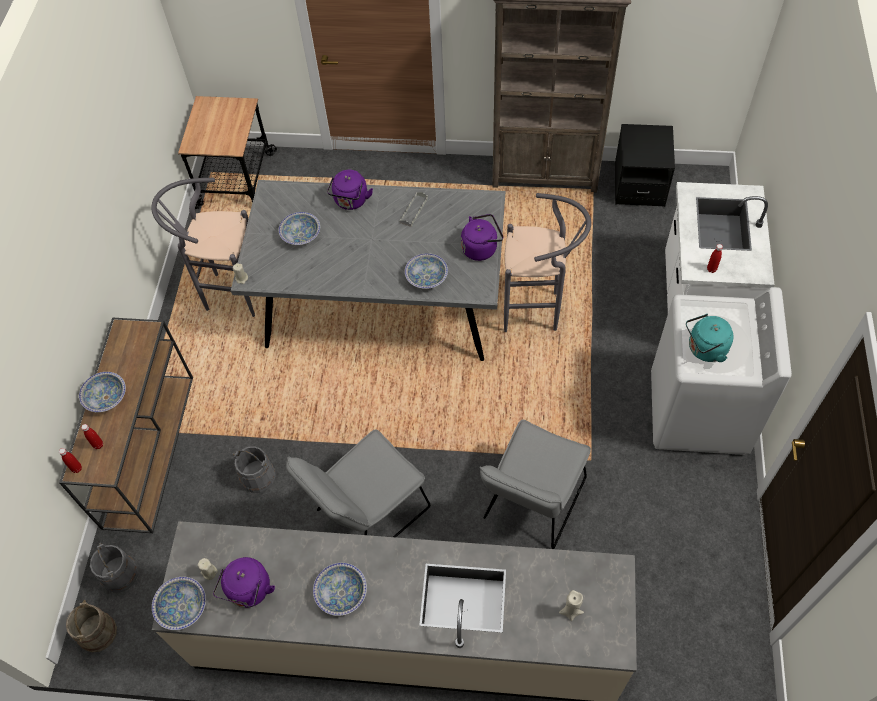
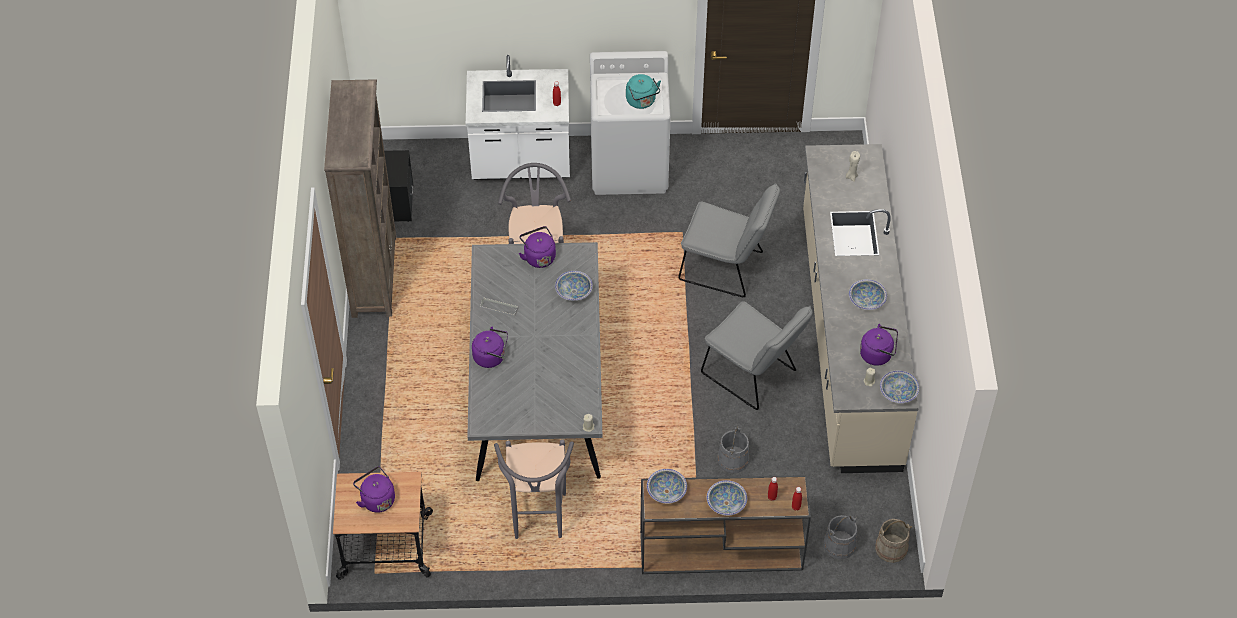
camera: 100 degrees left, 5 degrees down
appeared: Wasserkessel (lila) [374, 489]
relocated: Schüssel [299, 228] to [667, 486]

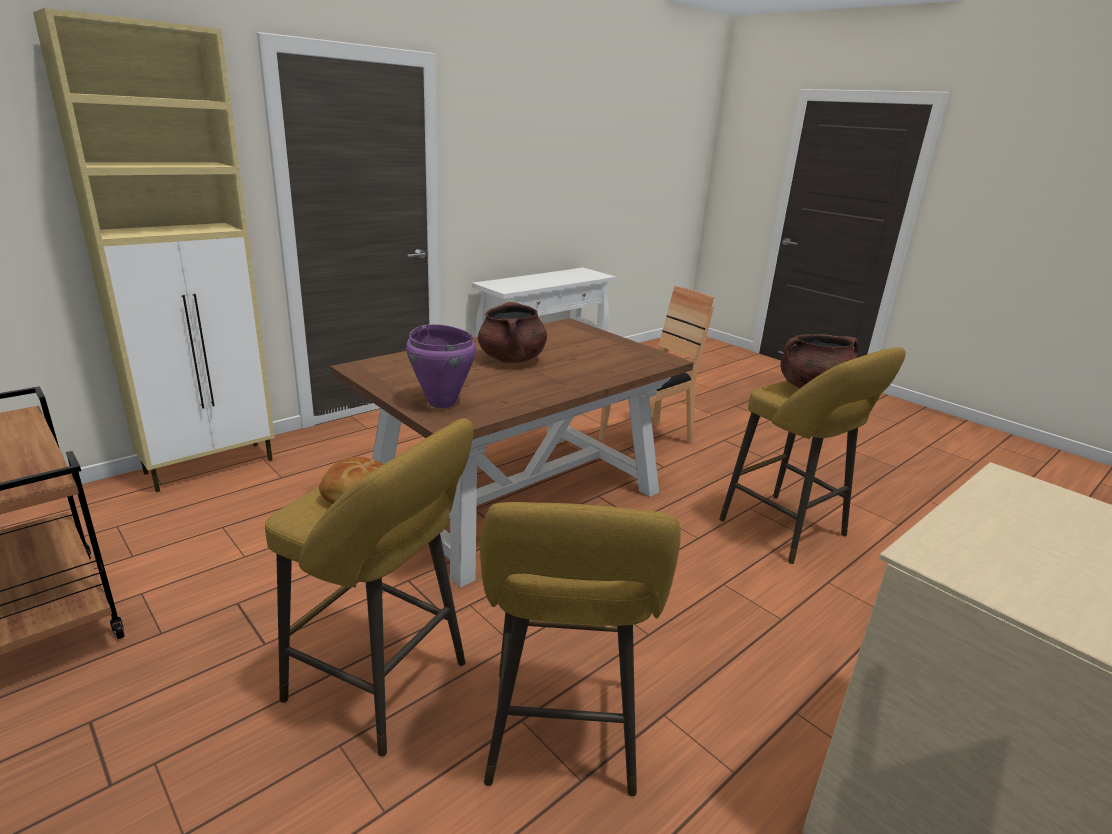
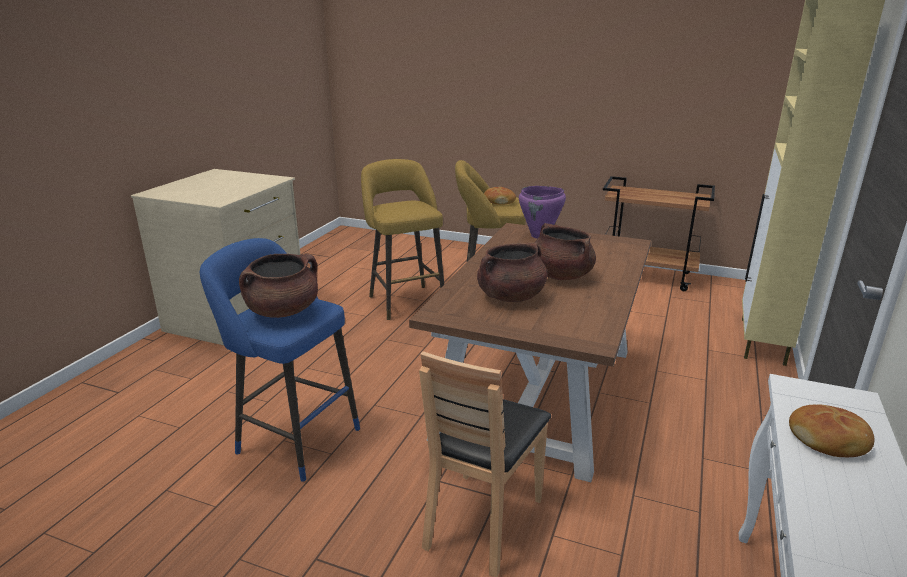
camera: 155 degrees right, 0 degrees up
appeared: Kochtopf (braun) [512, 272]; Brot [831, 430]
colour: Hocker (gelb) [812, 455] to Hocker (blau) [280, 360]

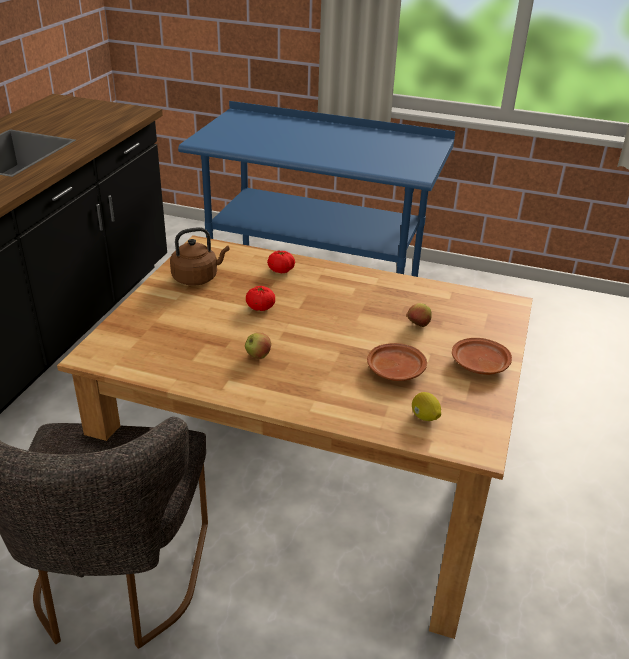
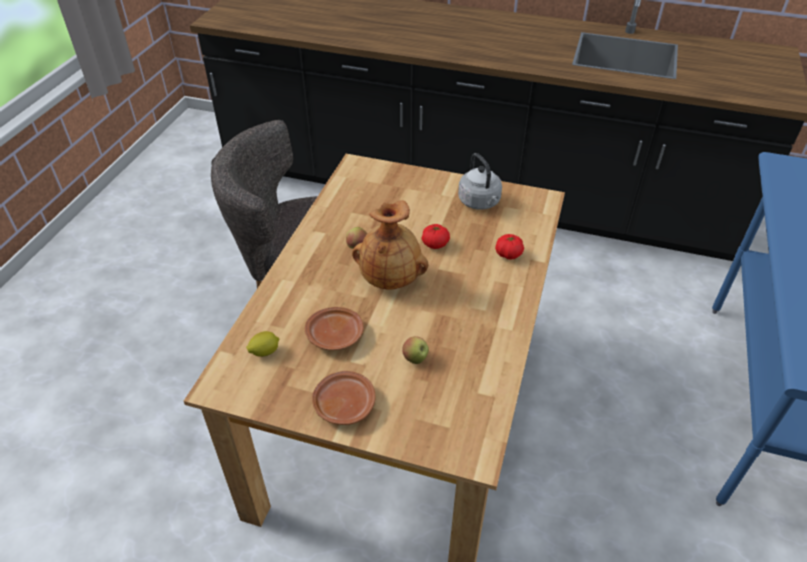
camera: 90 degrees right, 10 degrees up
appeared: Vase (braun) [390, 245]
colour: Wasserkessel (braun) [199, 256] to Wasserkessel (grau) [480, 181]

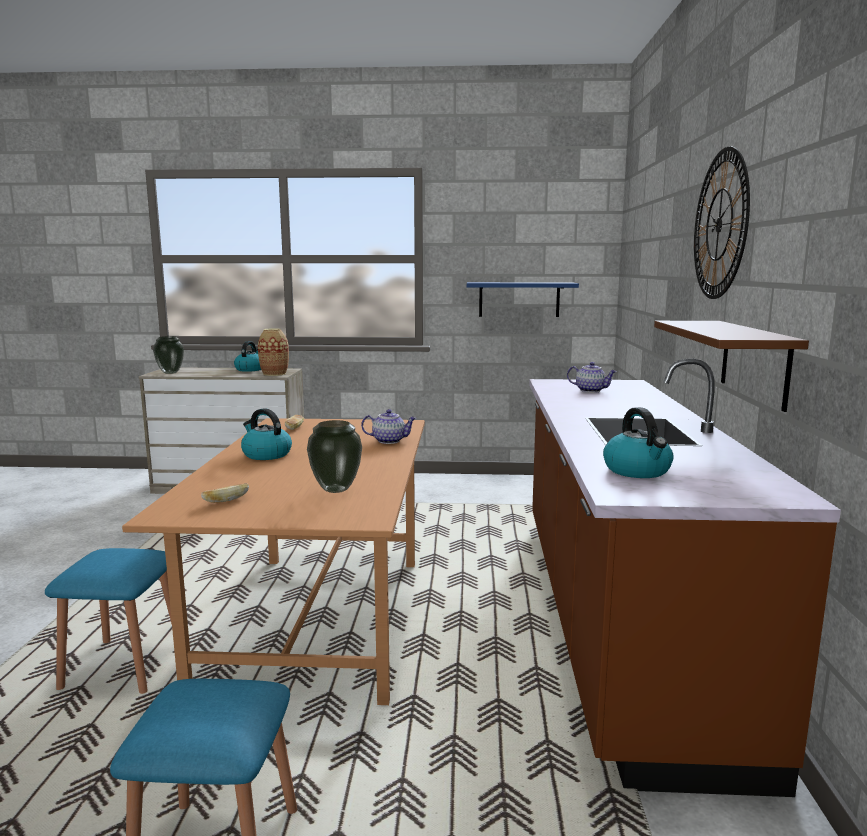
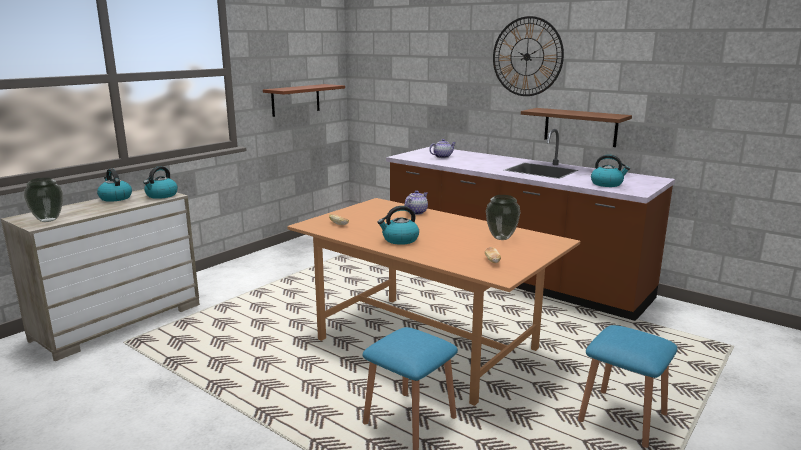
camera: 55 degrees left, 5 degrees up
exchanged: Vase [273, 352] to Wasserkessel [160, 182]
colour: Wandregal (blau) [523, 299] to Wandregal (braun) [304, 100]

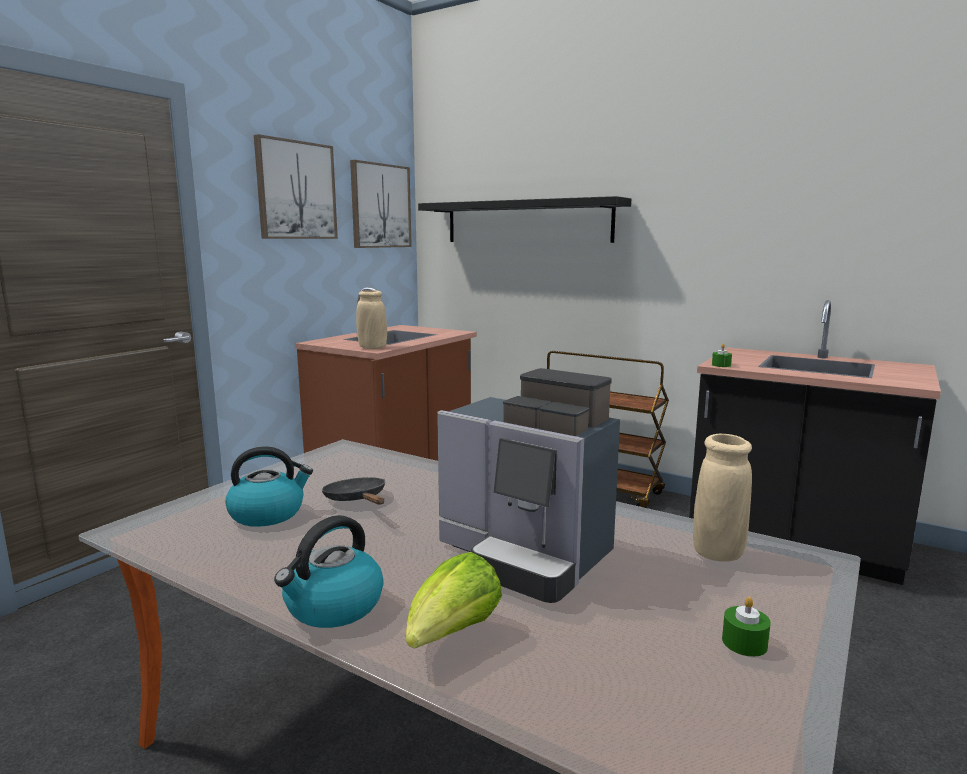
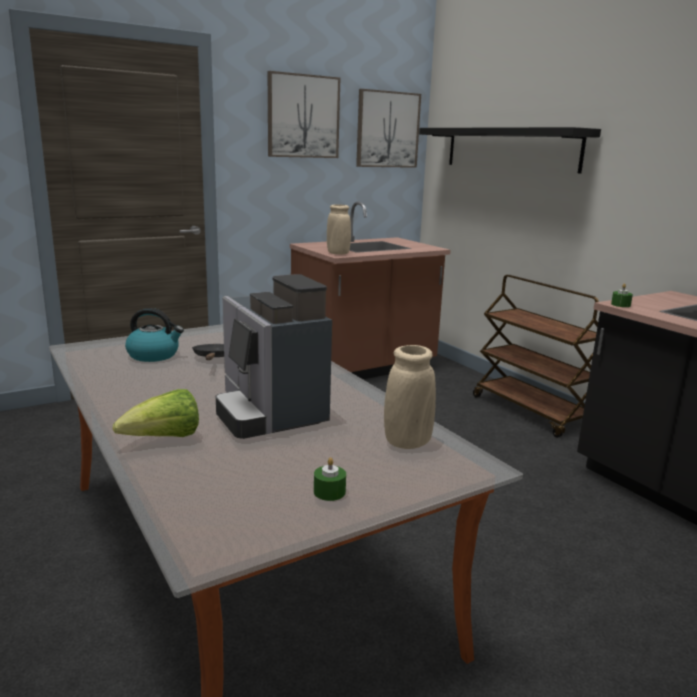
camera: 25 degrees right, 5 degrees up
missing: Wasserkessel [329, 571]

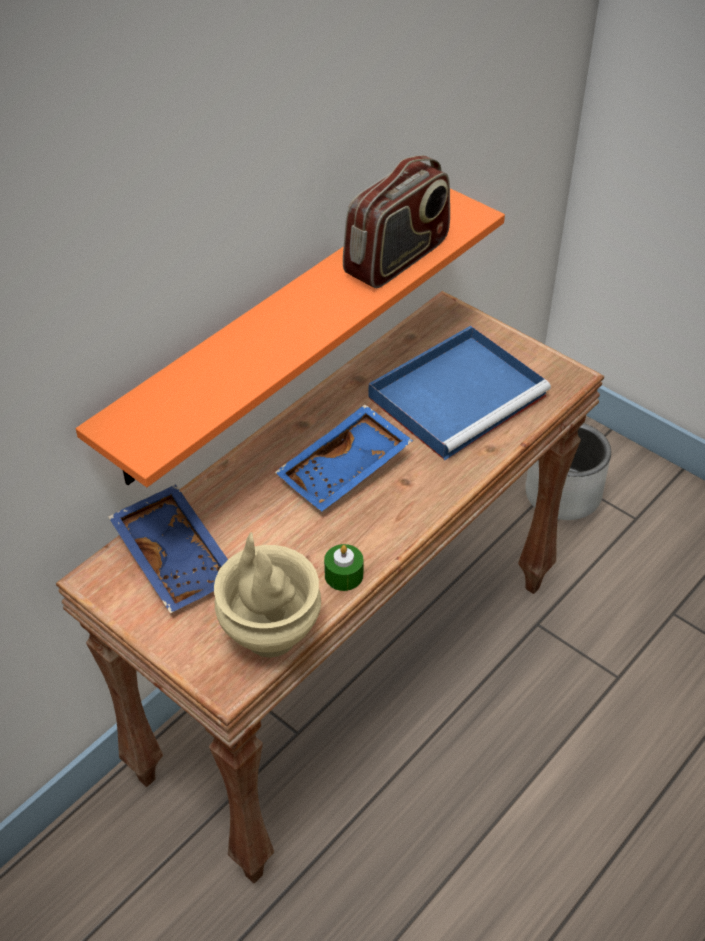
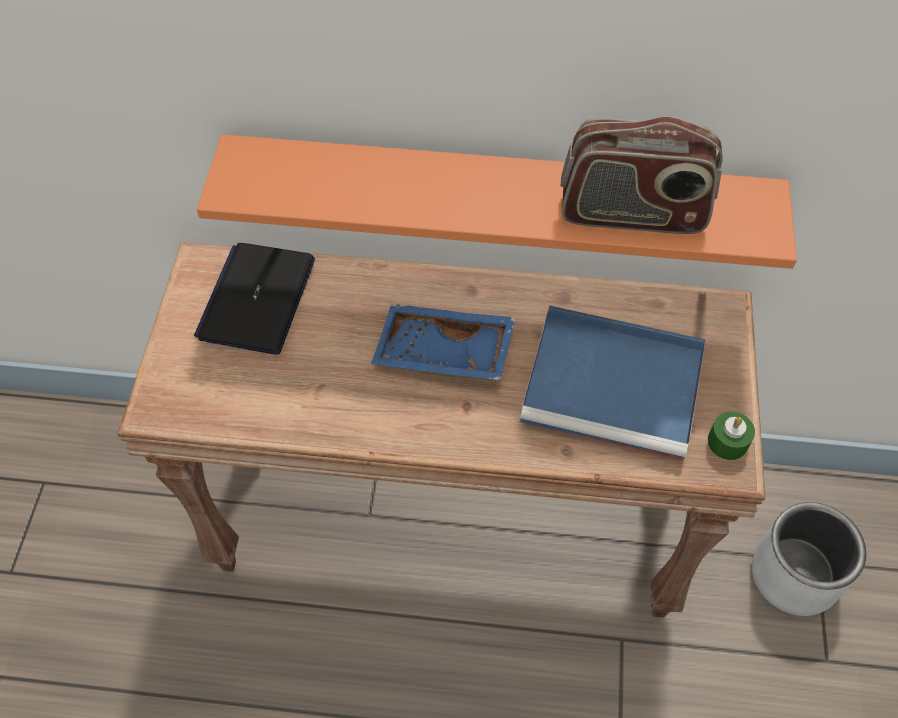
camera: 55 degrees right, 10 degrees up
missing: Vase (beige) [267, 595]
relocated: Kerze (grün) [344, 567] to [731, 435]
exchanged: Tablett (blau) [168, 549] to Laptop [254, 299]

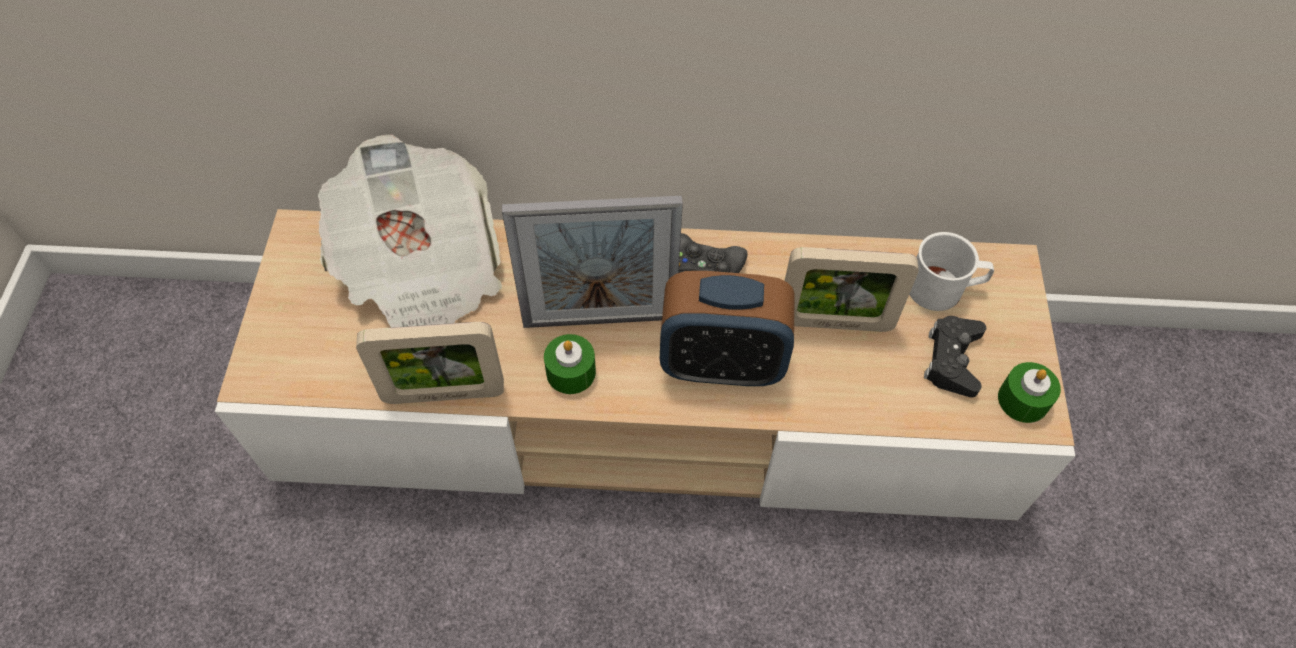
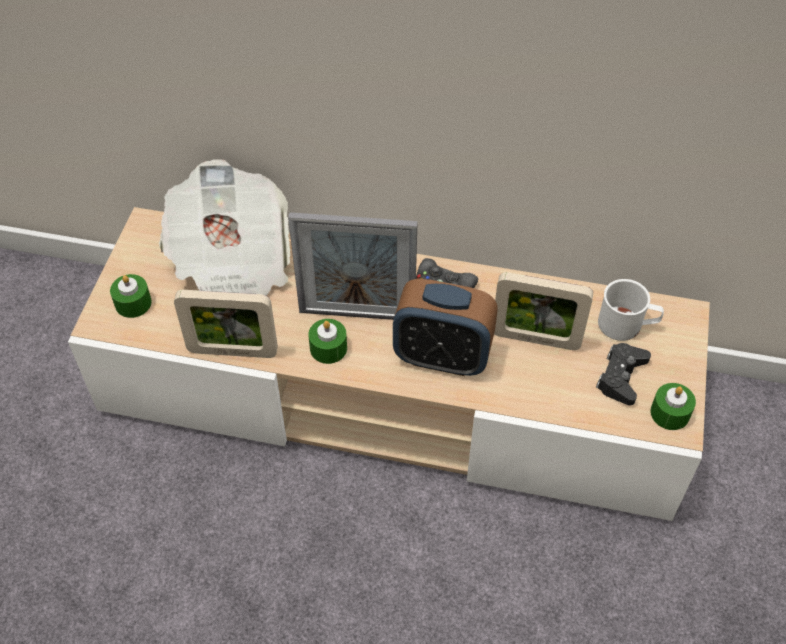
camera: 10 degrees right, 5 degrees down
appeared: Kerze (grün) [131, 296]

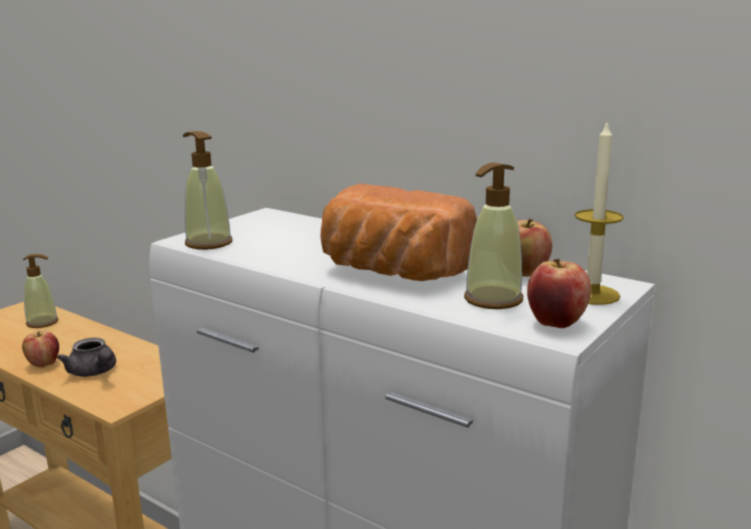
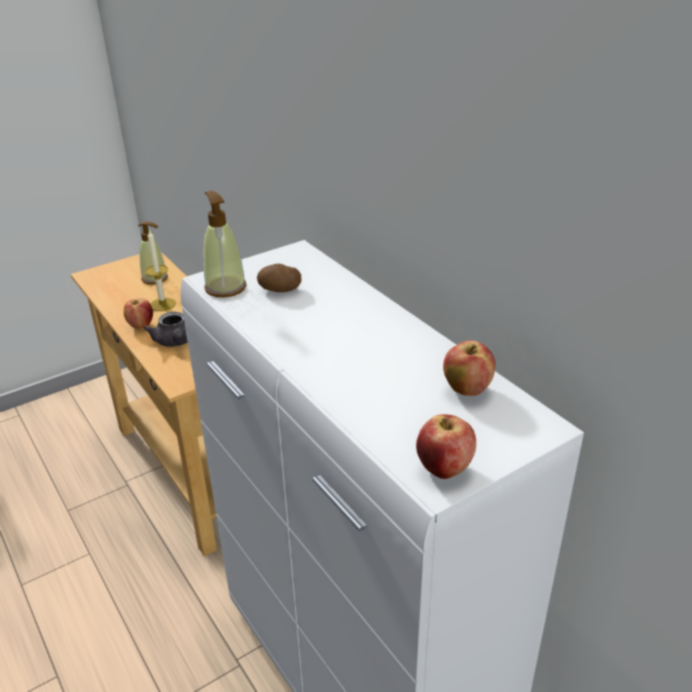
camera: 20 degrees right, 15 degrees up
missing: Seifenspender [493, 236]; Brot [399, 232]
appeared: Kartoffel [279, 277]
relocated: Kerze [599, 212] to [160, 270]

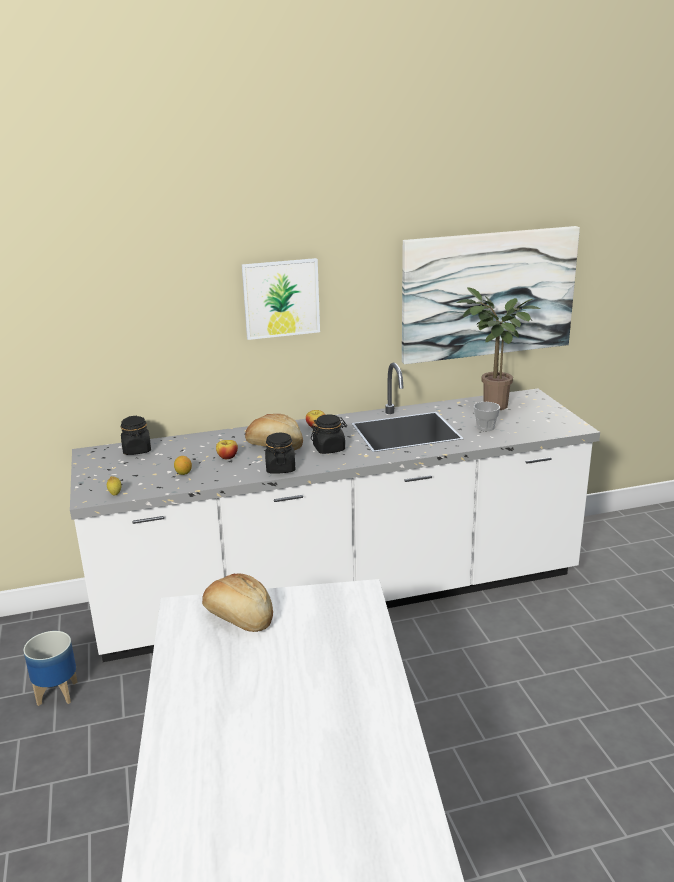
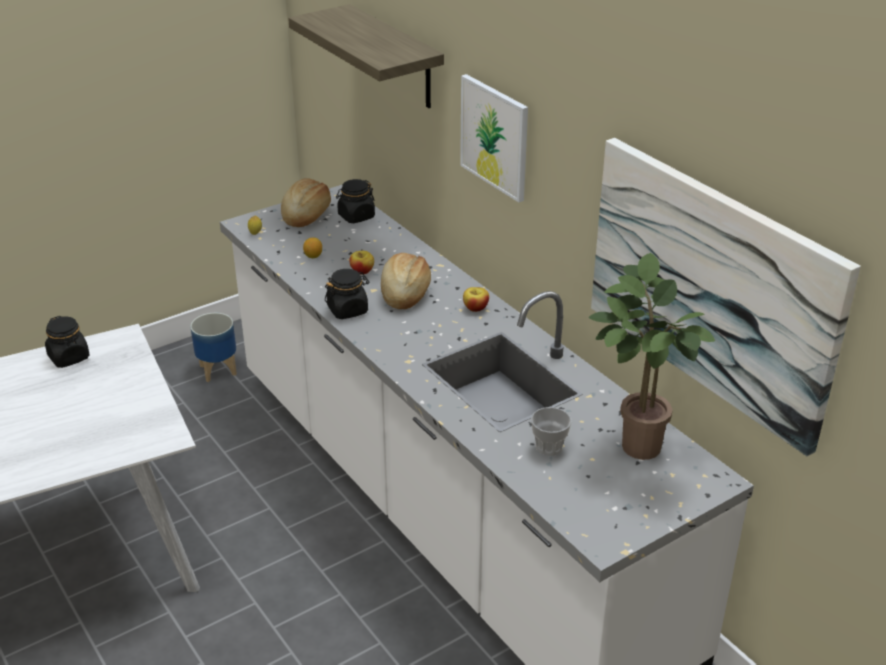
camera: 70 degrees right, 10 degrees up
appeared: Wandregal [366, 56]
relocated: Vorratsglas (schwarz) [329, 434] to [67, 342]; Brot [237, 603] to [306, 202]

